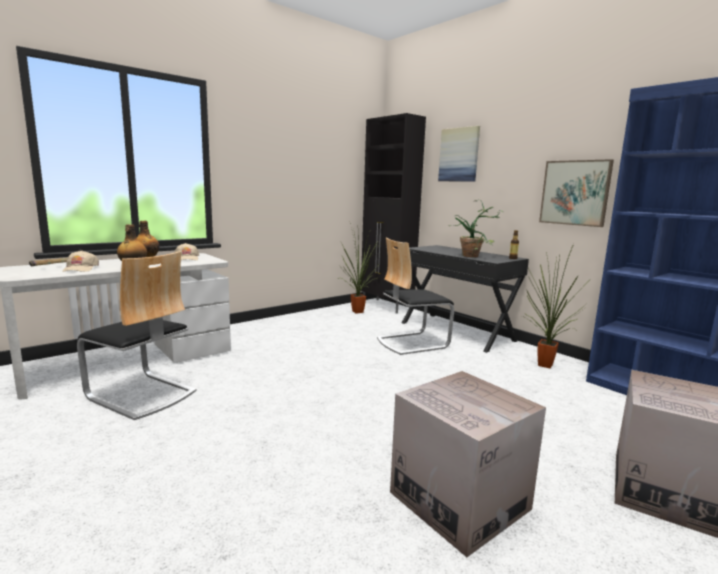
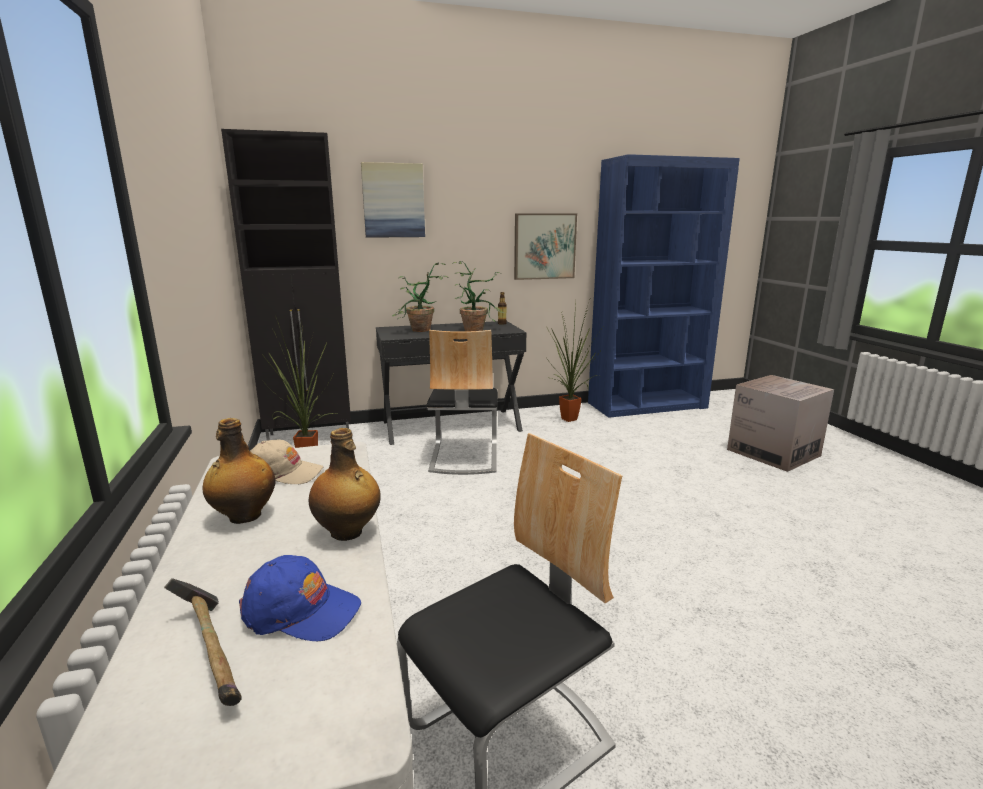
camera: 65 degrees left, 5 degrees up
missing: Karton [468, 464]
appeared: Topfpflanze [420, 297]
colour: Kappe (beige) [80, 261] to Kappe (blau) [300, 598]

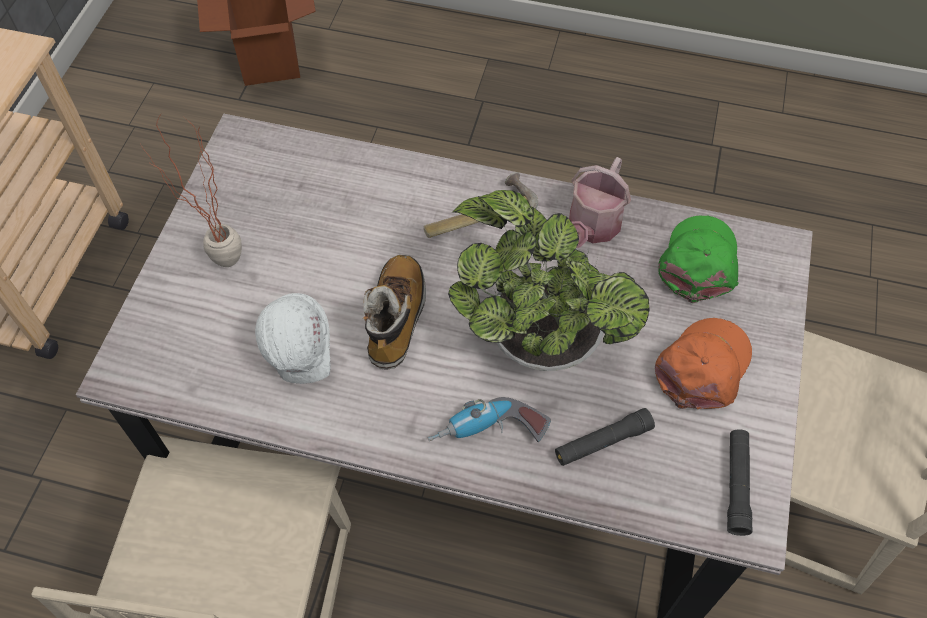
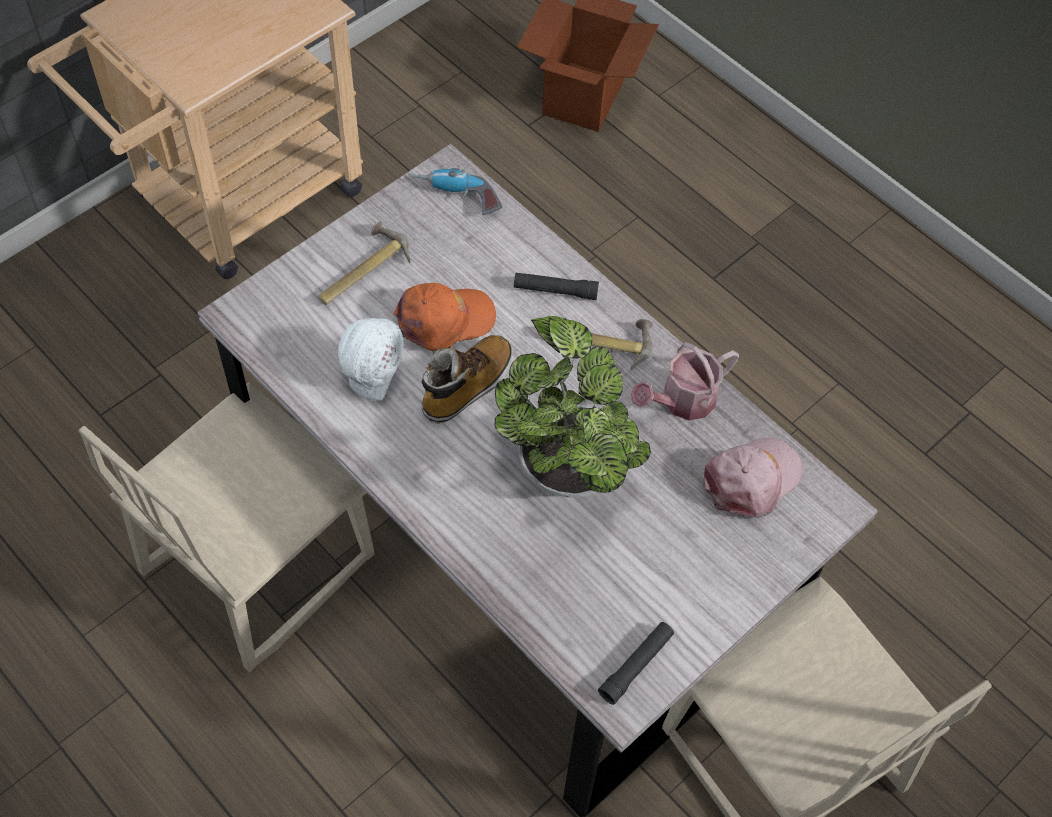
camera: 30 degrees right, 0 degrees up
relocated: Kappe (orange) [703, 363] to [445, 317]; Bohrmaschine [489, 419] to [457, 191]; Taschenlampe (schwarz) [605, 437] to [556, 286]
exchanged: Topfpflanze [191, 190] to Hammer [364, 262]
colour: Kappe (grün) [698, 259] to Kappe (rosa) [753, 478]

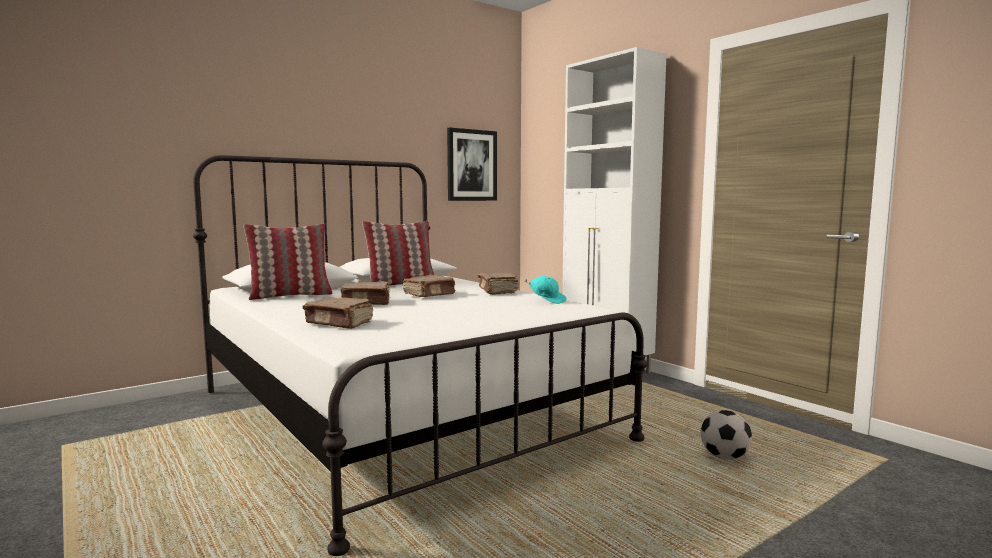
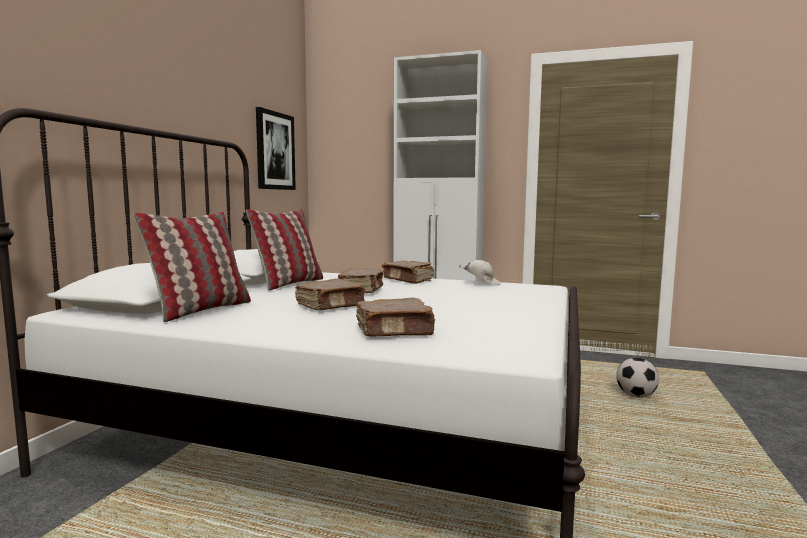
camera: 35 degrees left, 0 degrees up
colour: Kappe (türkis) [546, 290] to Kappe (weiß) [479, 273]

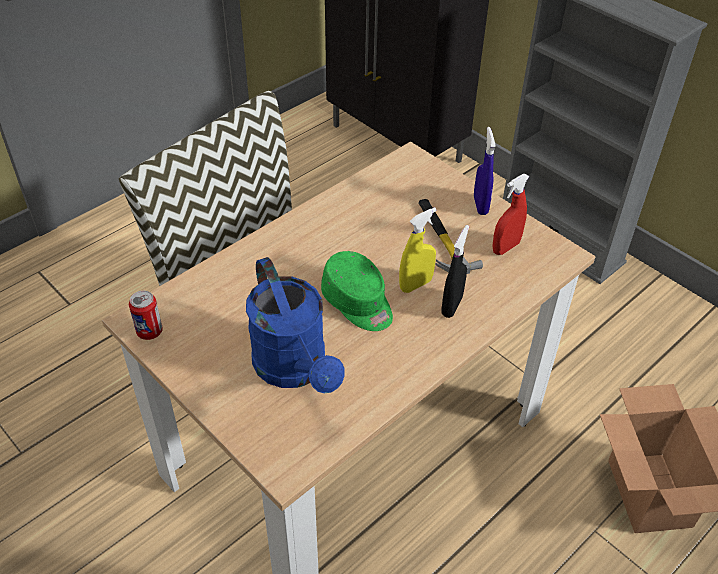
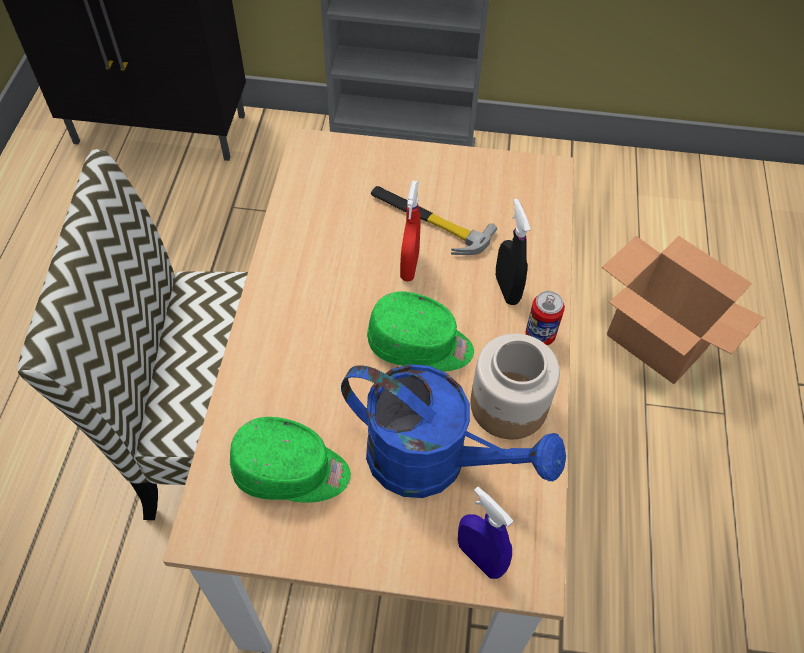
camera: 40 degrees left, 10 degrees up
missing: Sprühflasche (gelb) [418, 250]
appeared: Vorratsglas [515, 386]; Kappe (grün) [290, 460]
relocated: Sprühflasche (blau) [485, 171] to [485, 532]; Sprühflasche (rot) [511, 214] to [410, 230]; Dose [146, 315] to [545, 318]

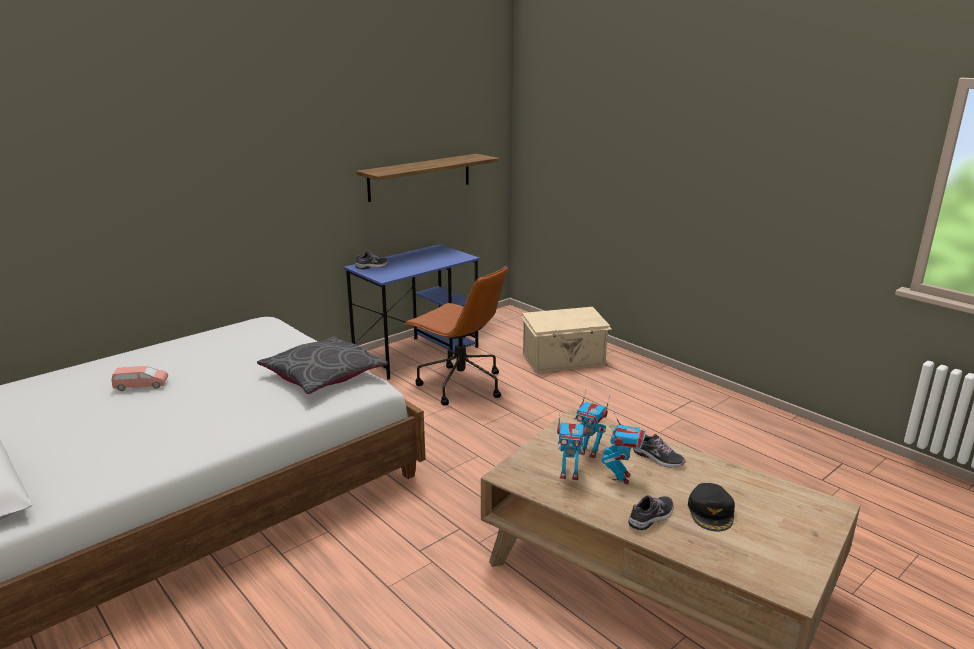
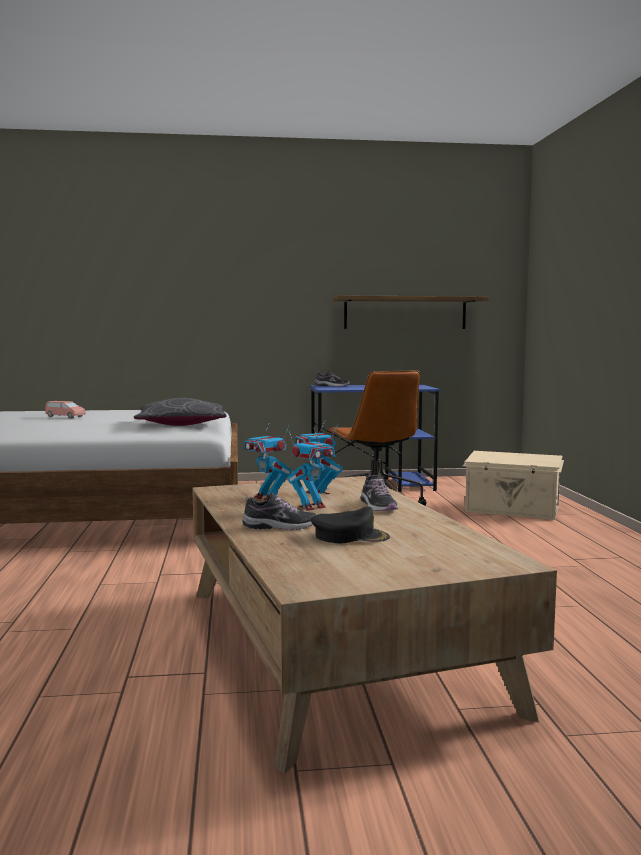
camera: 35 degrees right, 15 degrees down
spun: Kappe (schwarz) [711, 507] = [350, 525] 135 degrees counterclockwise

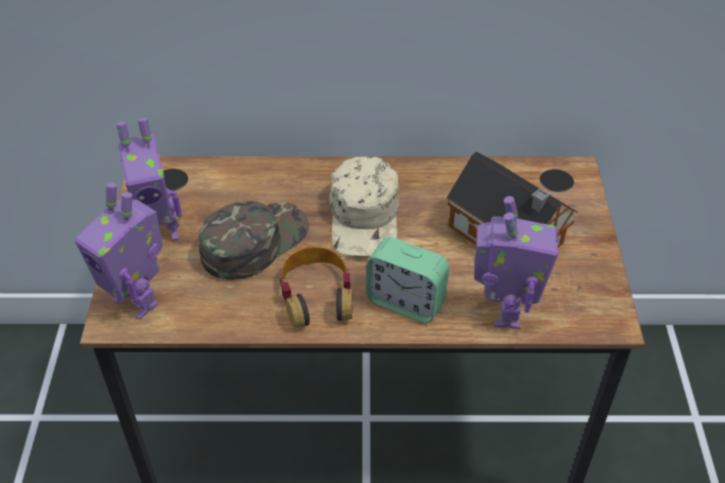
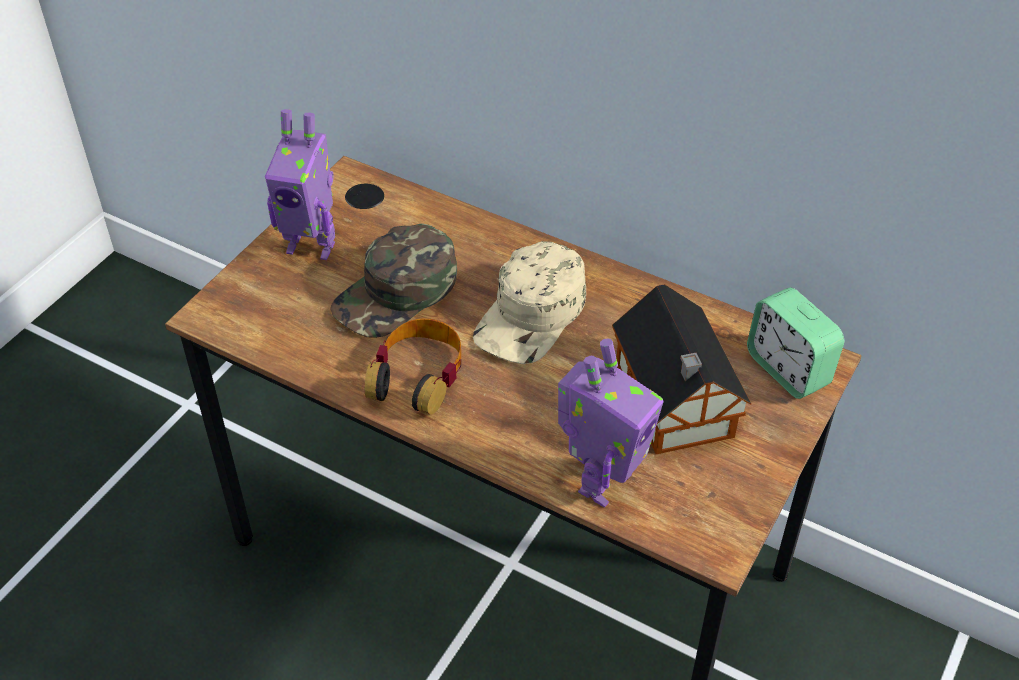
camera: 30 degrees right, 0 degrees up
missing: Spielzeugroboter [119, 250]
relocated: Wecker [408, 280] to [795, 343]
spun: Kappe (grün) [254, 240] = [393, 280] 150 degrees clockwise

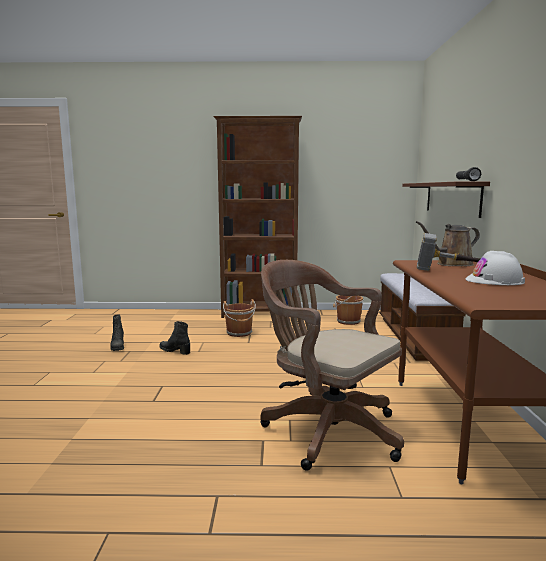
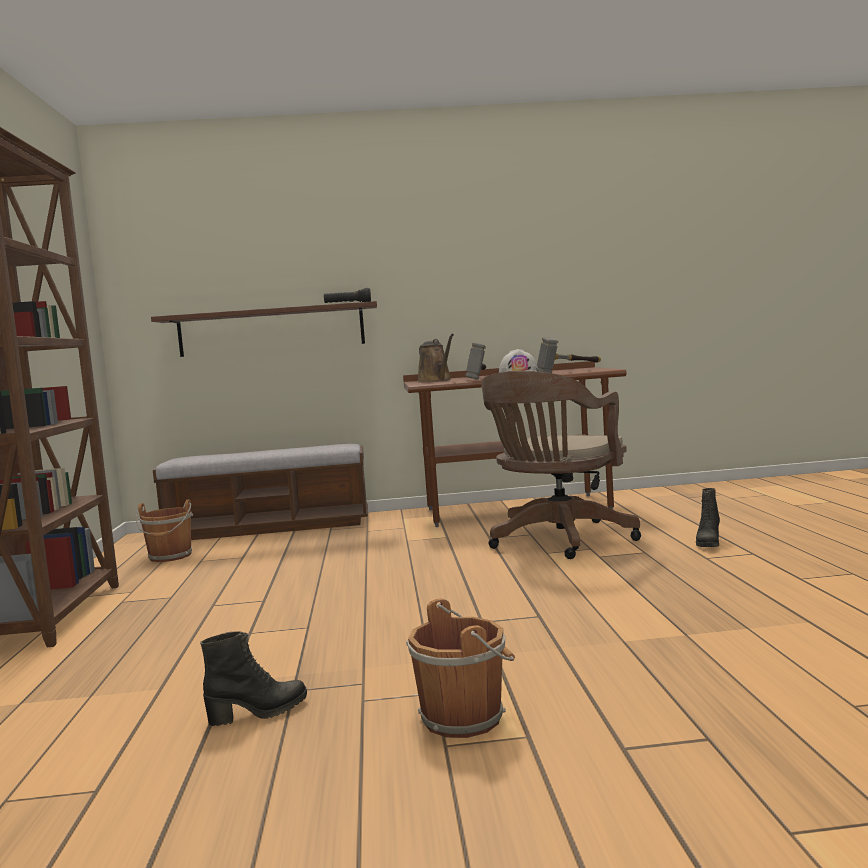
camera: 95 degrees left, 5 degrees down
appeared: Hammer [568, 355]
relocated: Eimer (braun) [239, 318] to [460, 668]; Stiefel (schwarz) [174, 338] to [708, 517]

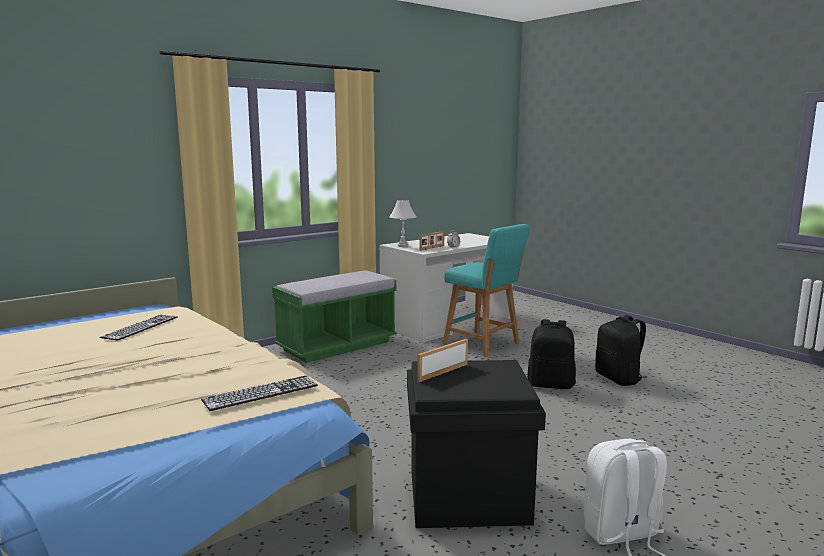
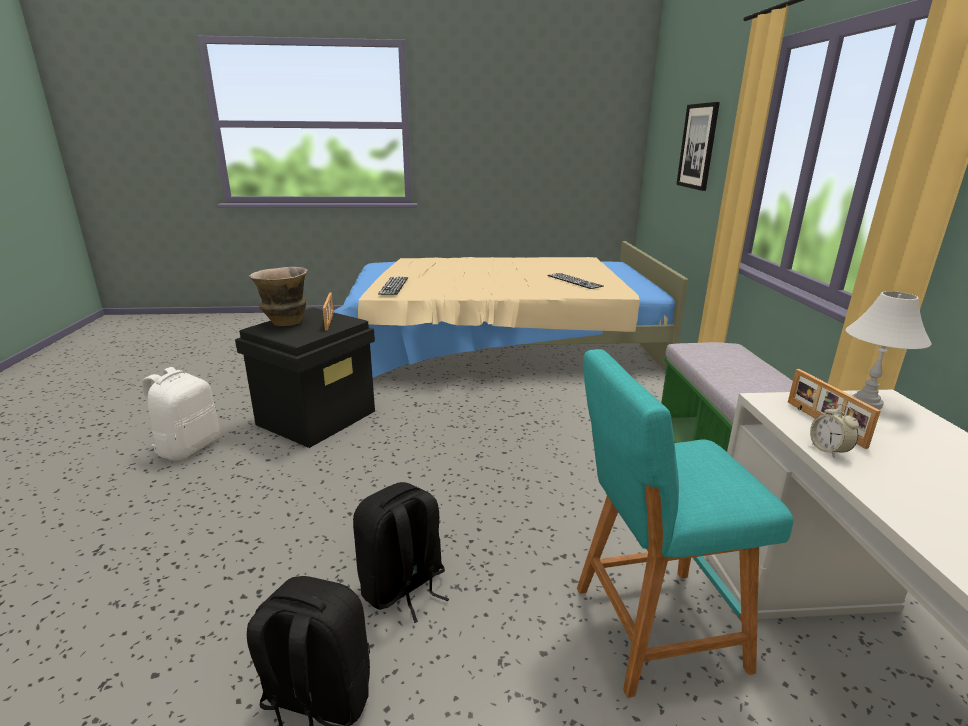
camera: 125 degrees right, 10 degrees up
appeared: Bild [698, 146]; Vase [278, 296]

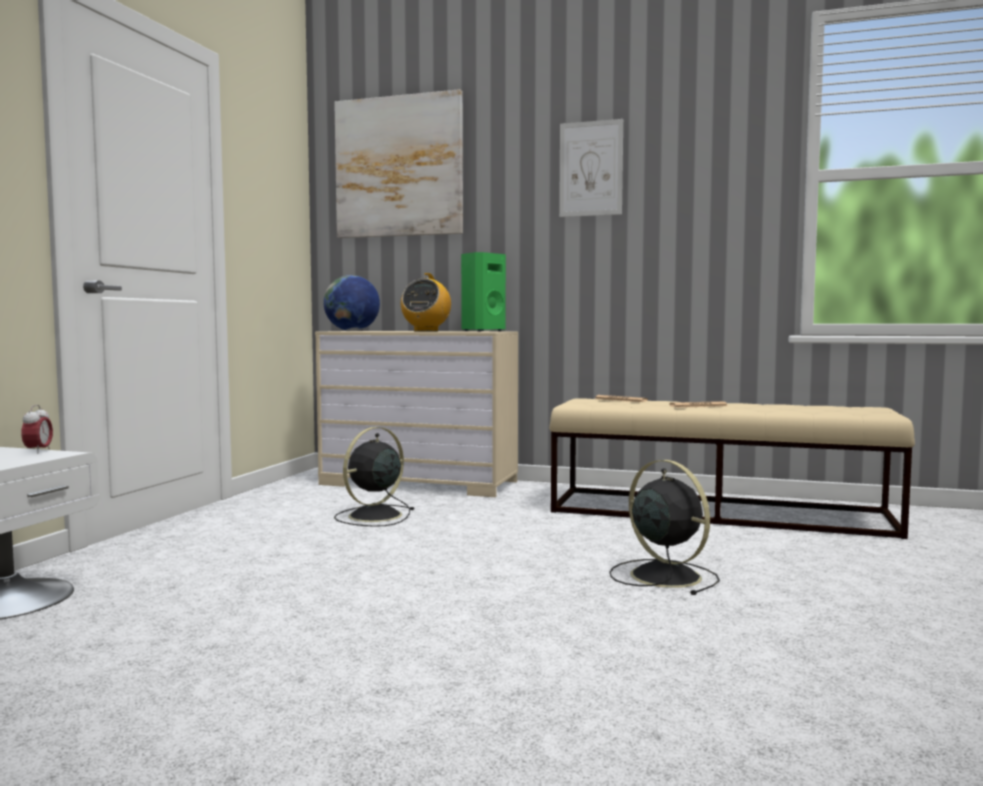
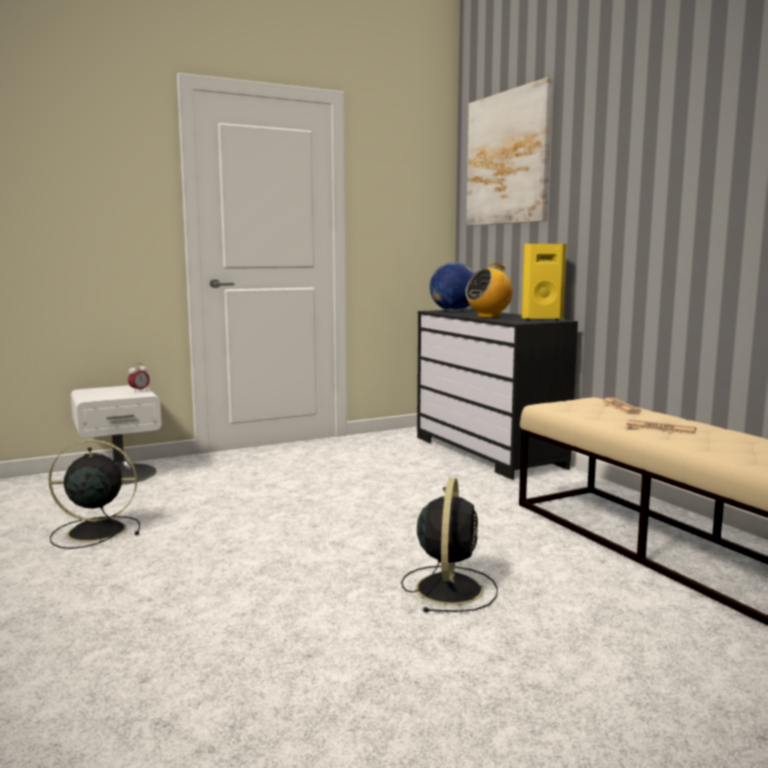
camera: 45 degrees right, 5 degrees up
missing: Bild [591, 168]
relocated: Ventilator (schwarz) [374, 477] to [94, 494]
colour: Lautsprecher (grün) [483, 291] to Lautsprecher (gelb) [543, 282]; Kommode (beige) [416, 414] to Kommode (schwarz) [497, 394]

